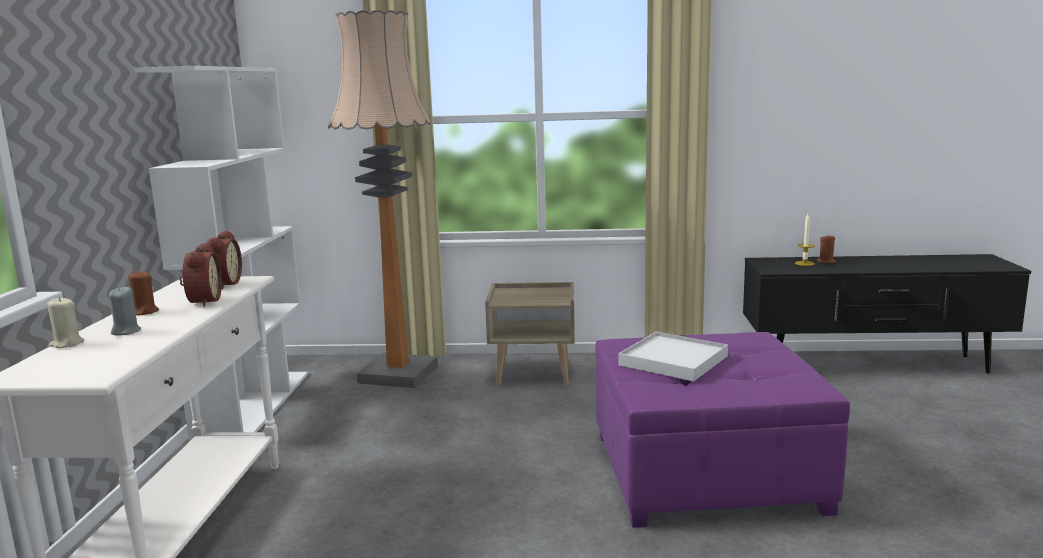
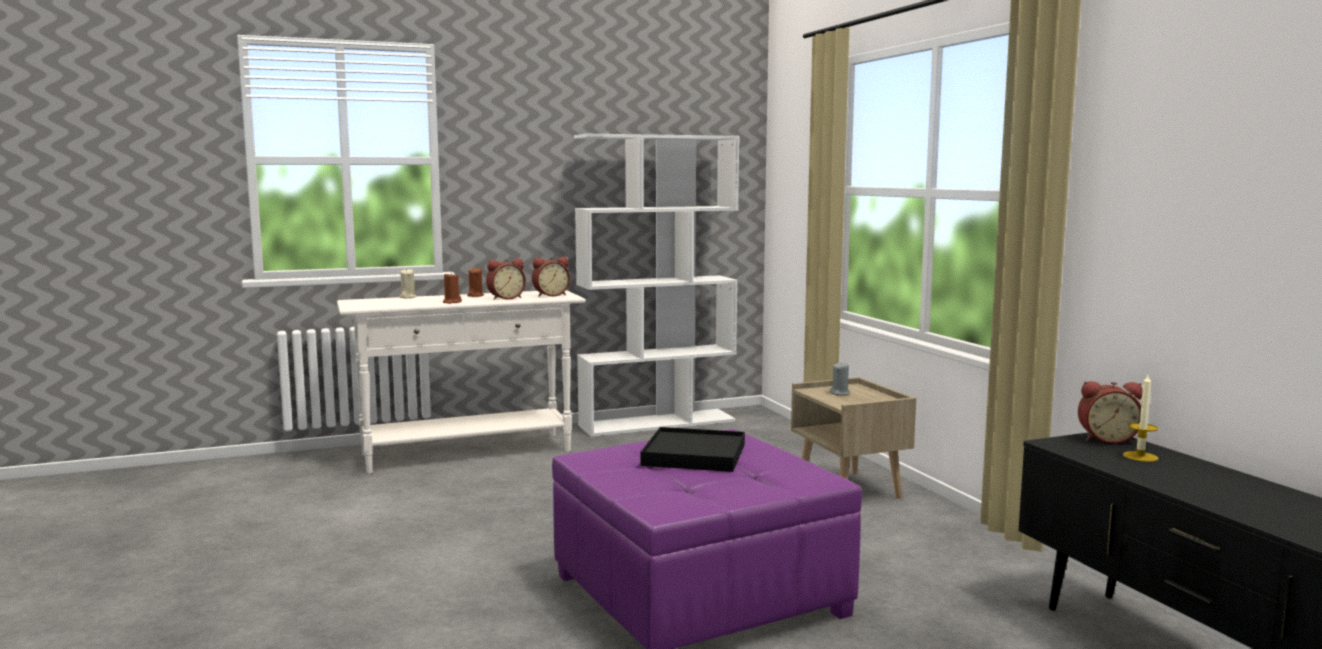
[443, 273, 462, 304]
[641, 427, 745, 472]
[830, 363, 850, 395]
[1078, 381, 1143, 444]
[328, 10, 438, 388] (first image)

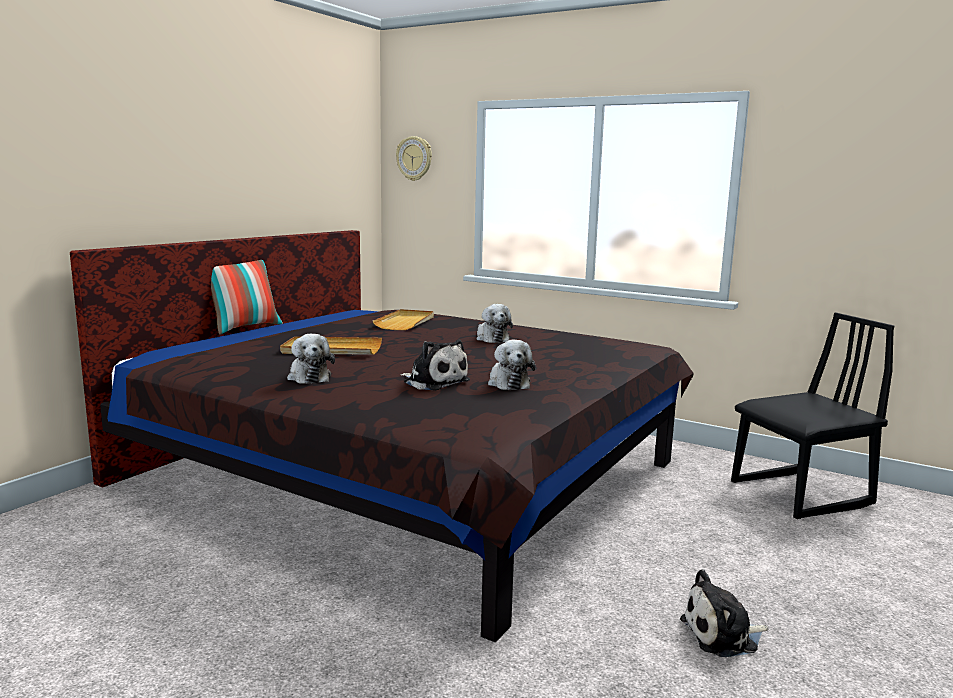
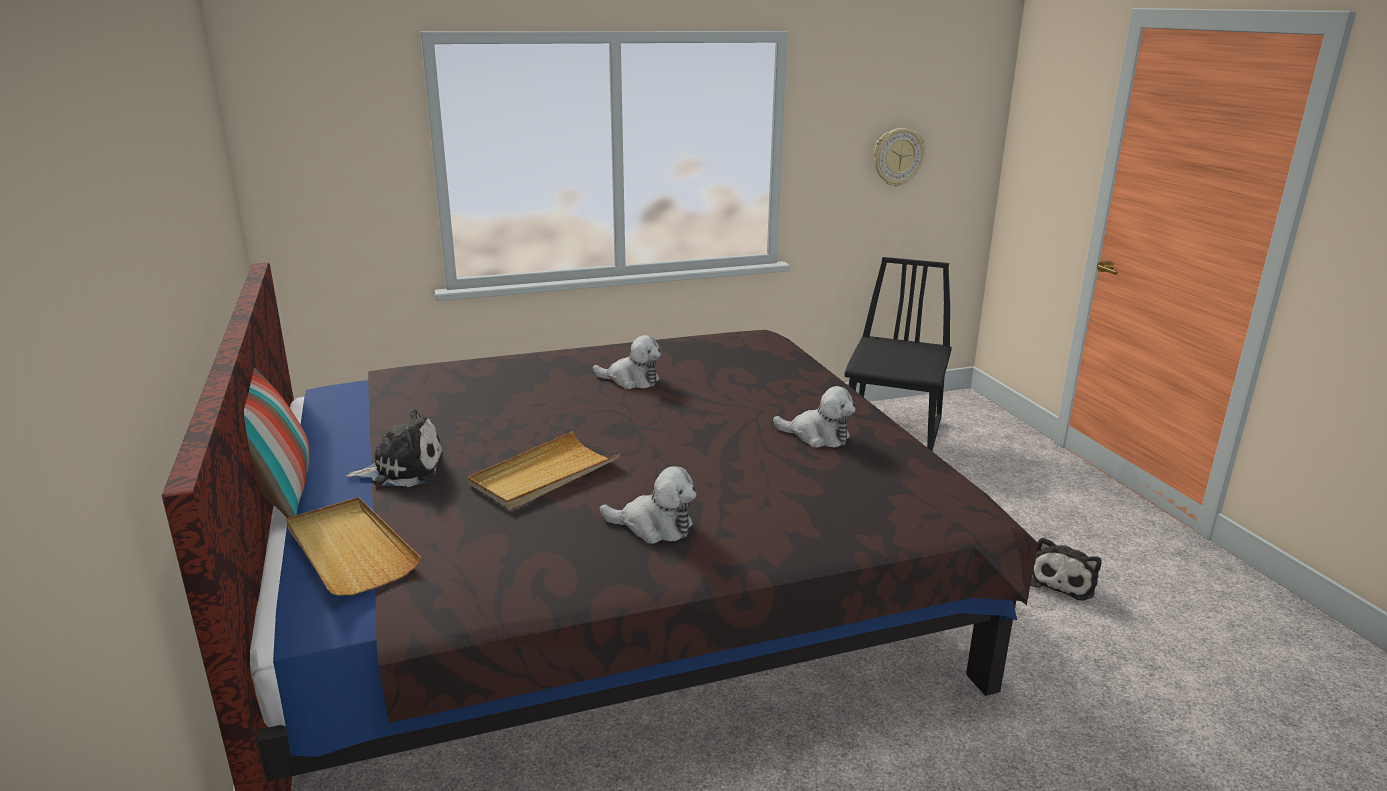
[286, 497, 421, 595]
[346, 409, 443, 487]
[874, 128, 925, 187]

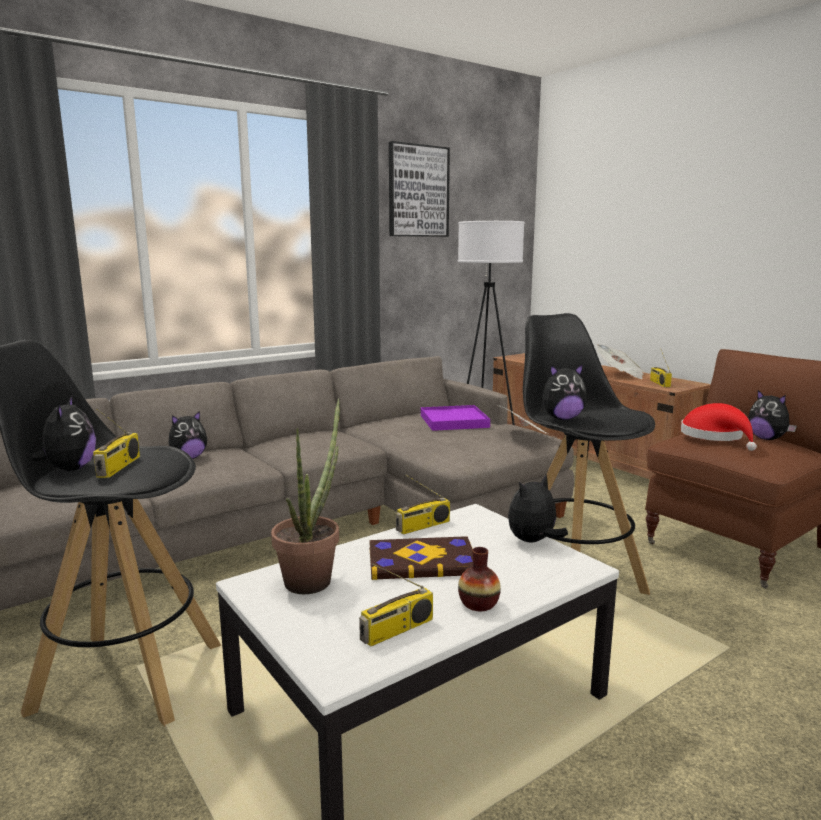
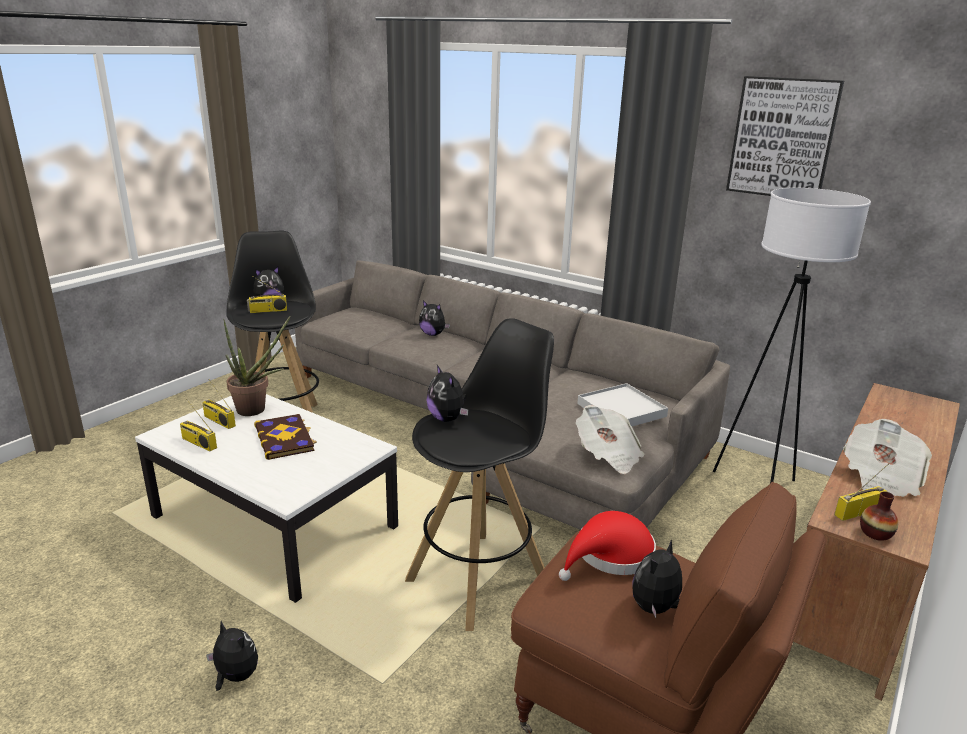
[202, 381, 236, 429]
[206, 621, 258, 691]
[577, 383, 668, 426]
[860, 491, 898, 541]

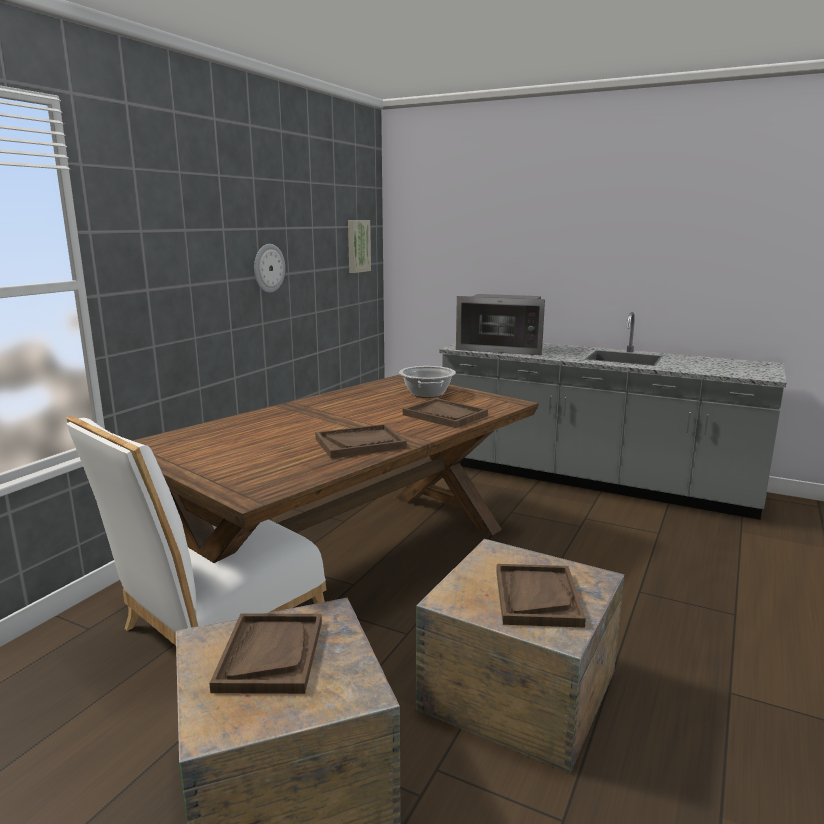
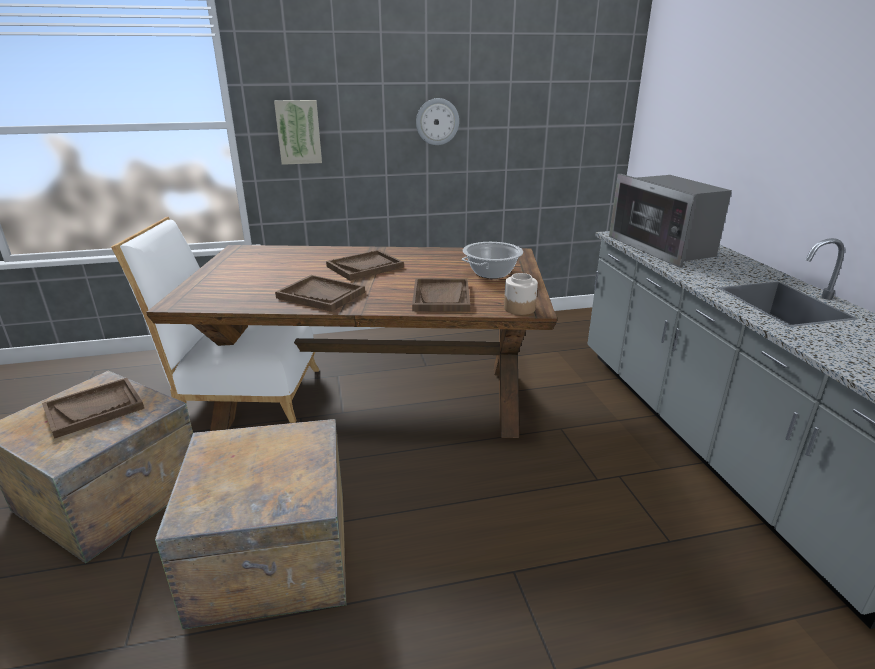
[274, 100, 322, 165]
[326, 250, 404, 281]
[504, 273, 538, 315]

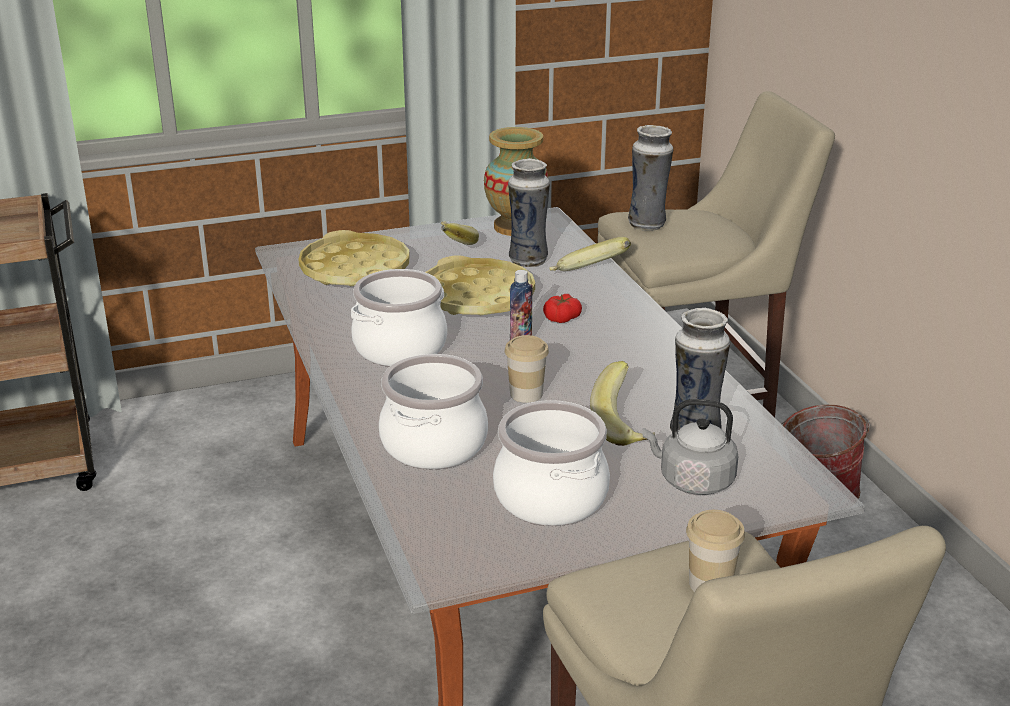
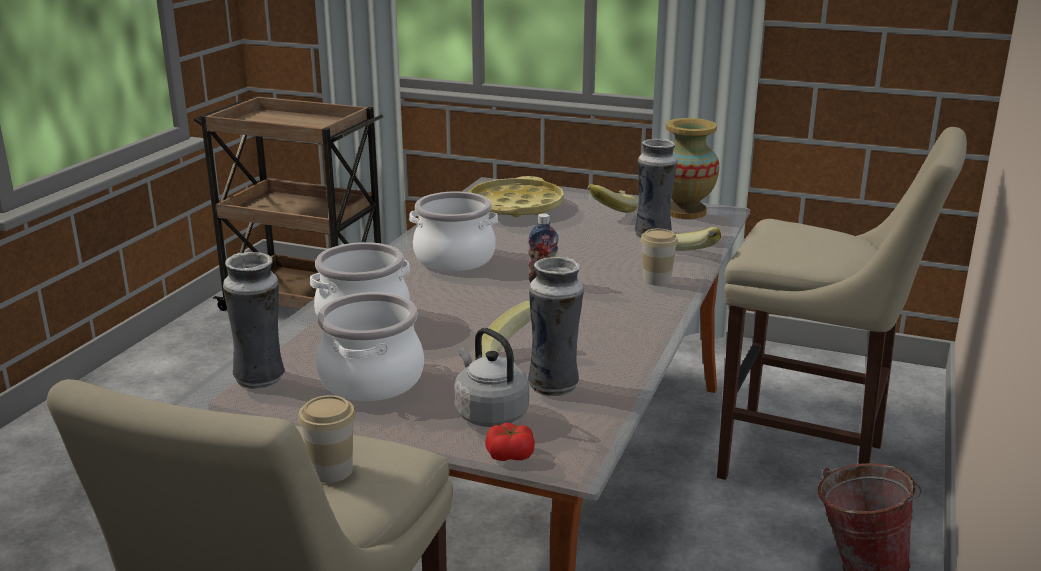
[223, 252, 285, 389]
[485, 423, 535, 461]
[640, 228, 678, 285]
[425, 256, 535, 316] (first image)

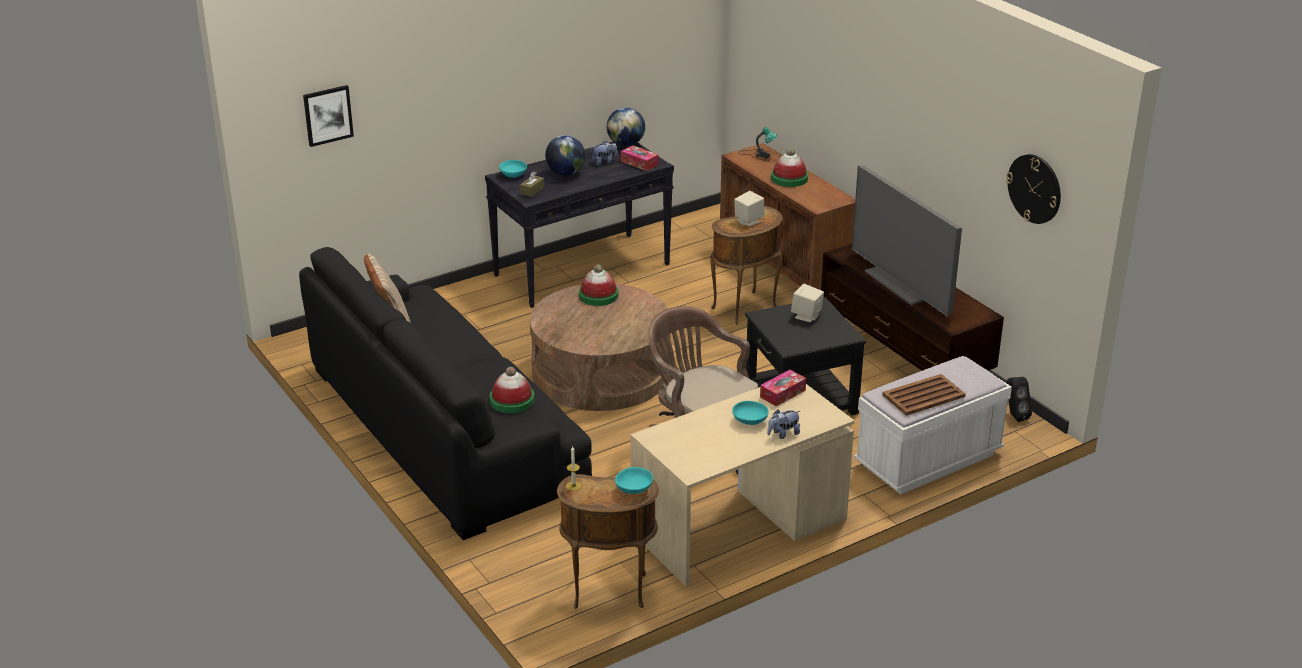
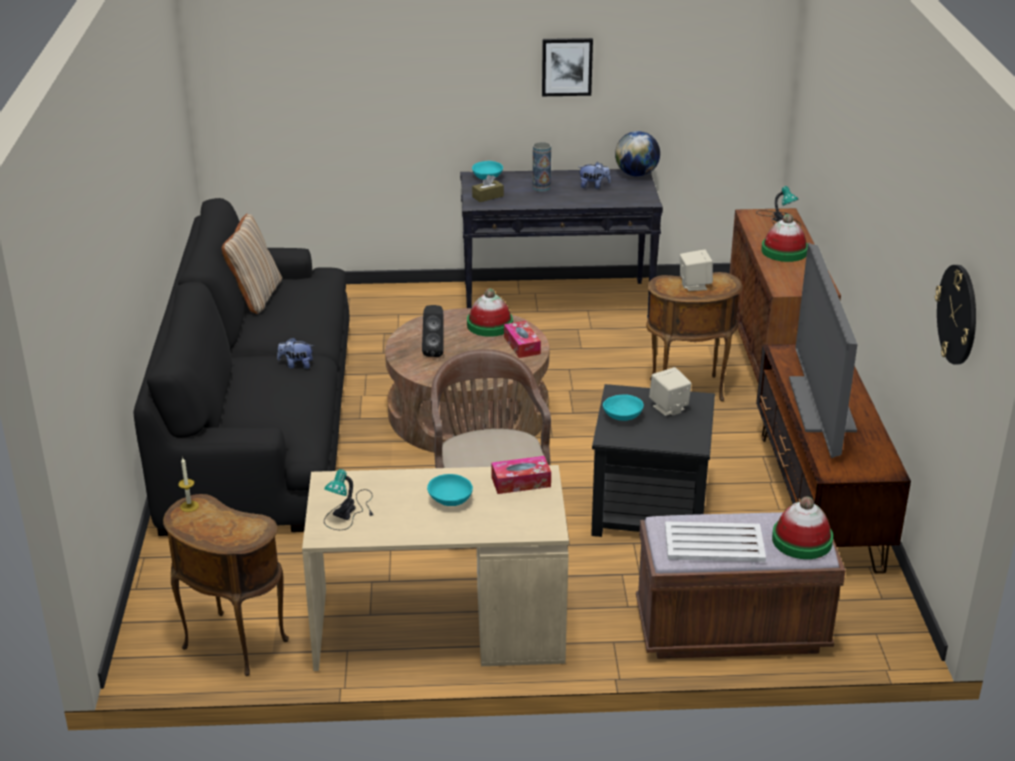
[277, 337, 314, 369]
[324, 469, 373, 530]
[422, 305, 444, 357]
[504, 321, 541, 358]
[533, 142, 551, 192]
[542, 38, 593, 96]
[603, 394, 644, 421]
[636, 512, 846, 659]
[665, 521, 766, 562]
[772, 496, 833, 559]

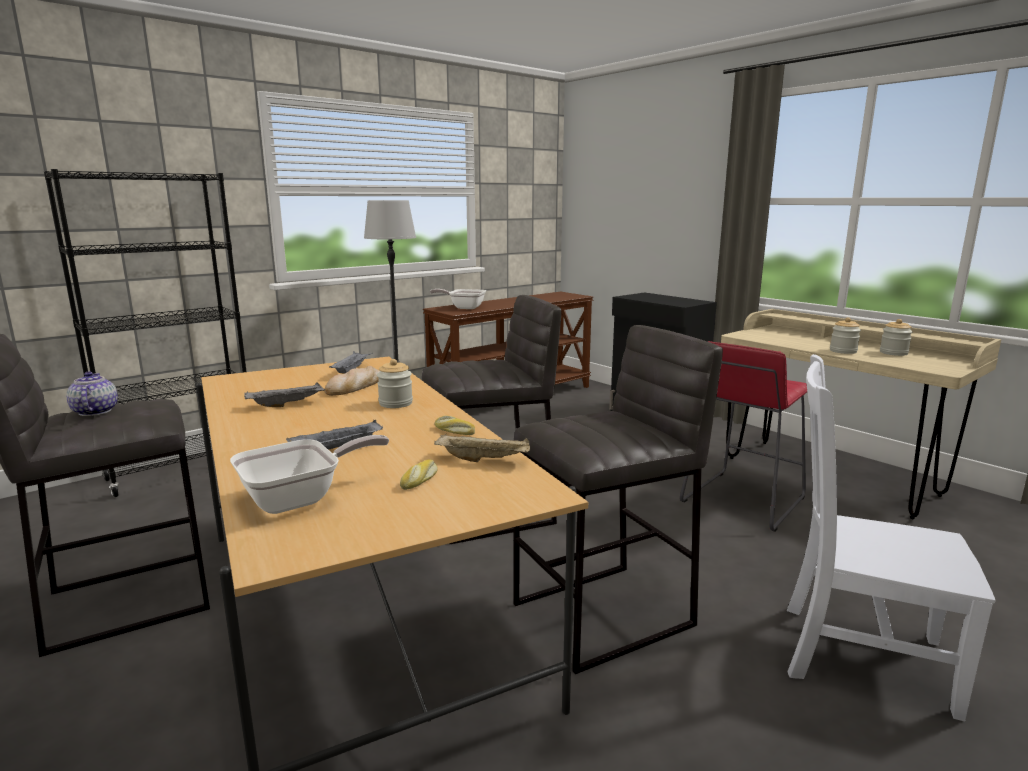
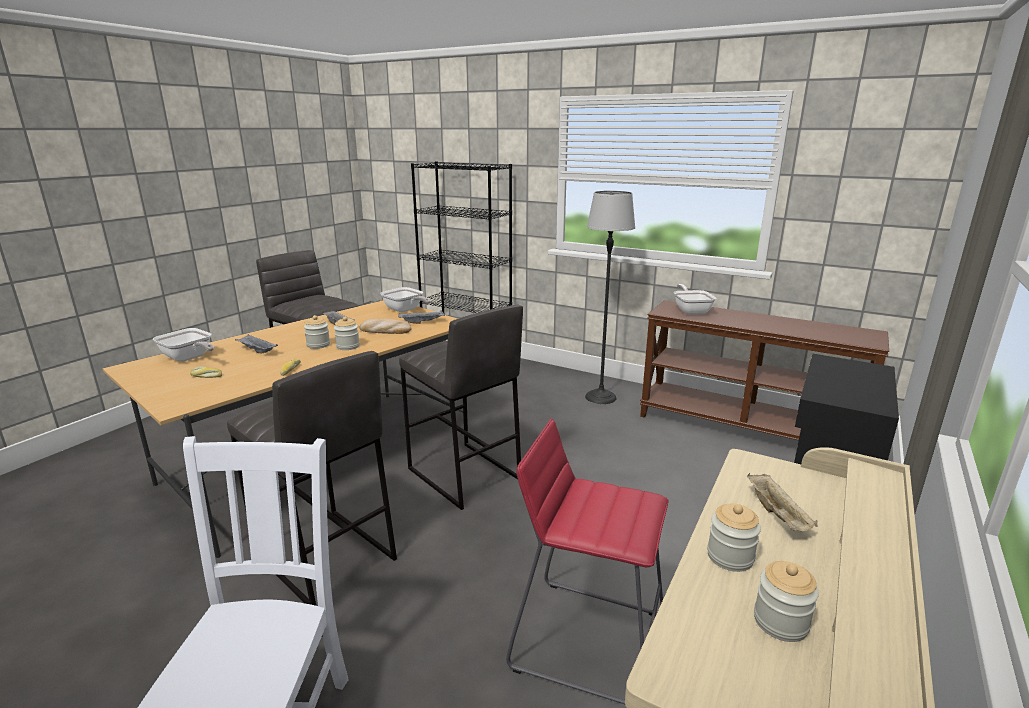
[304, 315, 330, 349]
[380, 287, 430, 312]
[747, 473, 817, 531]
[66, 372, 118, 416] (first image)

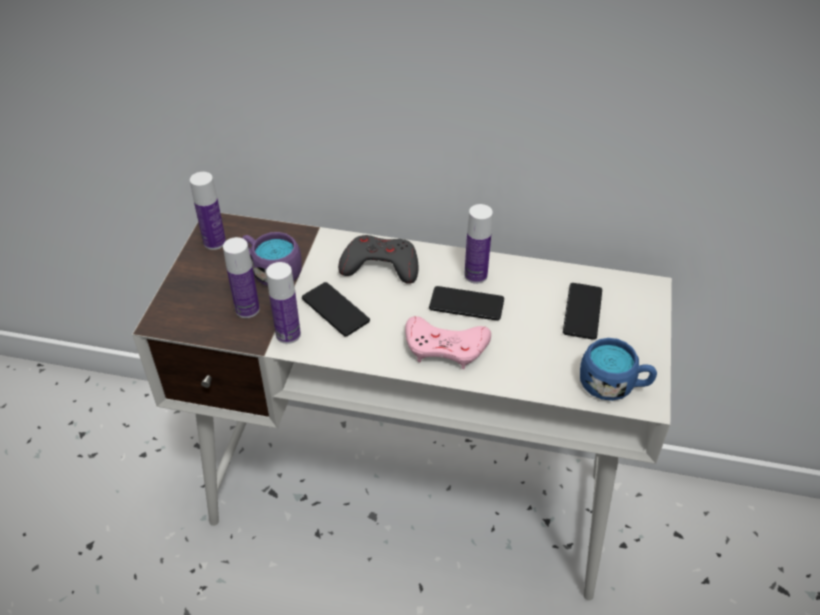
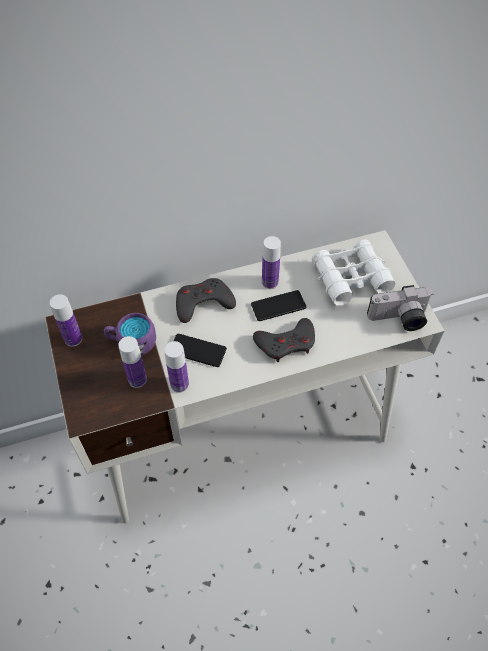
[253, 318, 315, 362]
[312, 240, 395, 306]
[367, 285, 434, 331]

